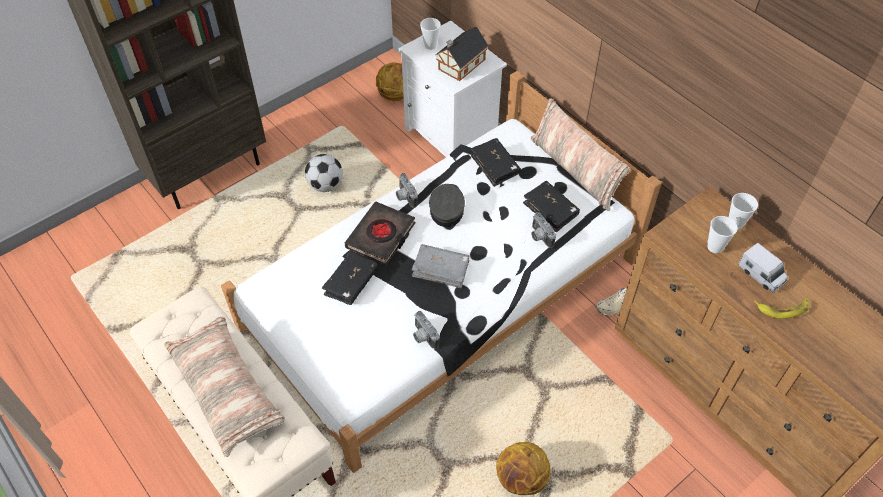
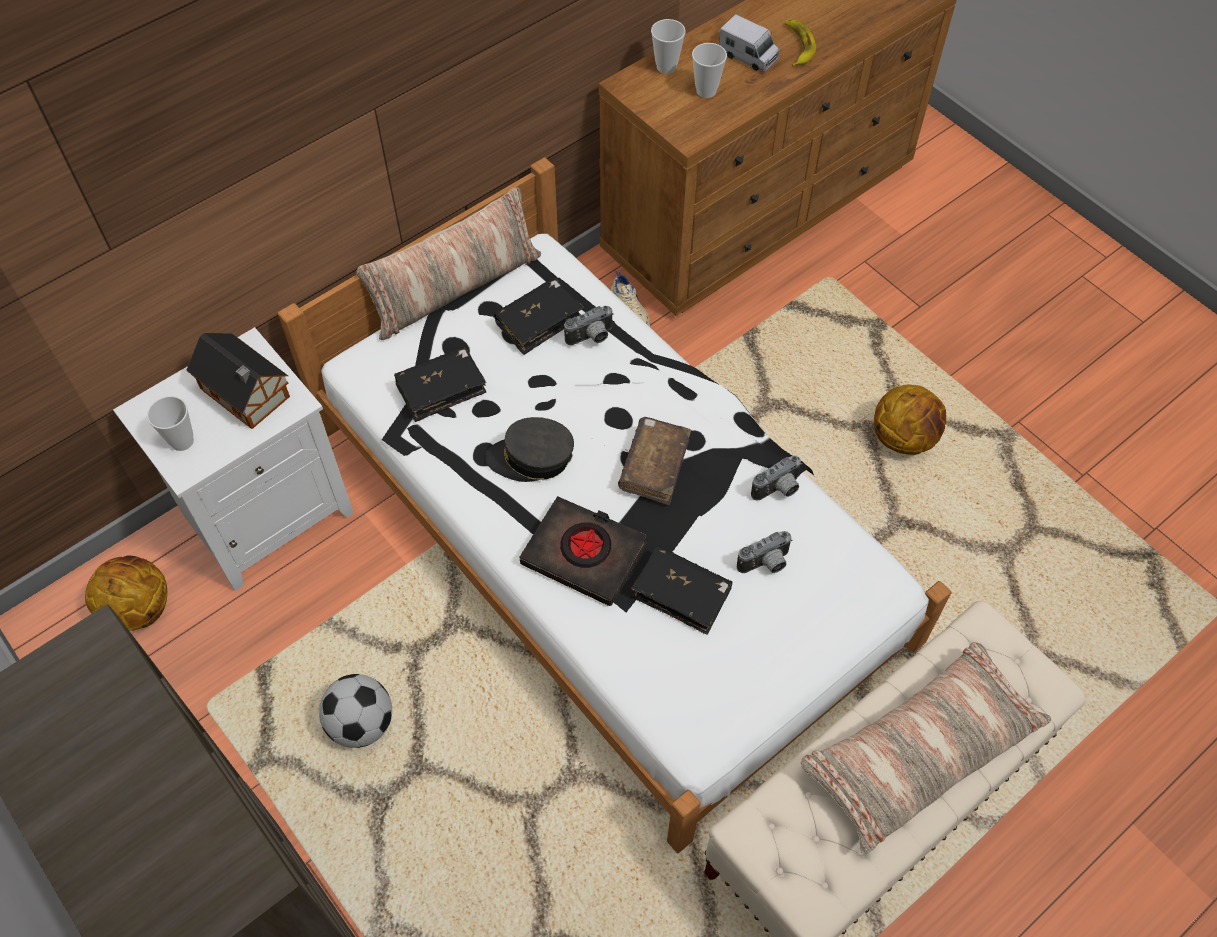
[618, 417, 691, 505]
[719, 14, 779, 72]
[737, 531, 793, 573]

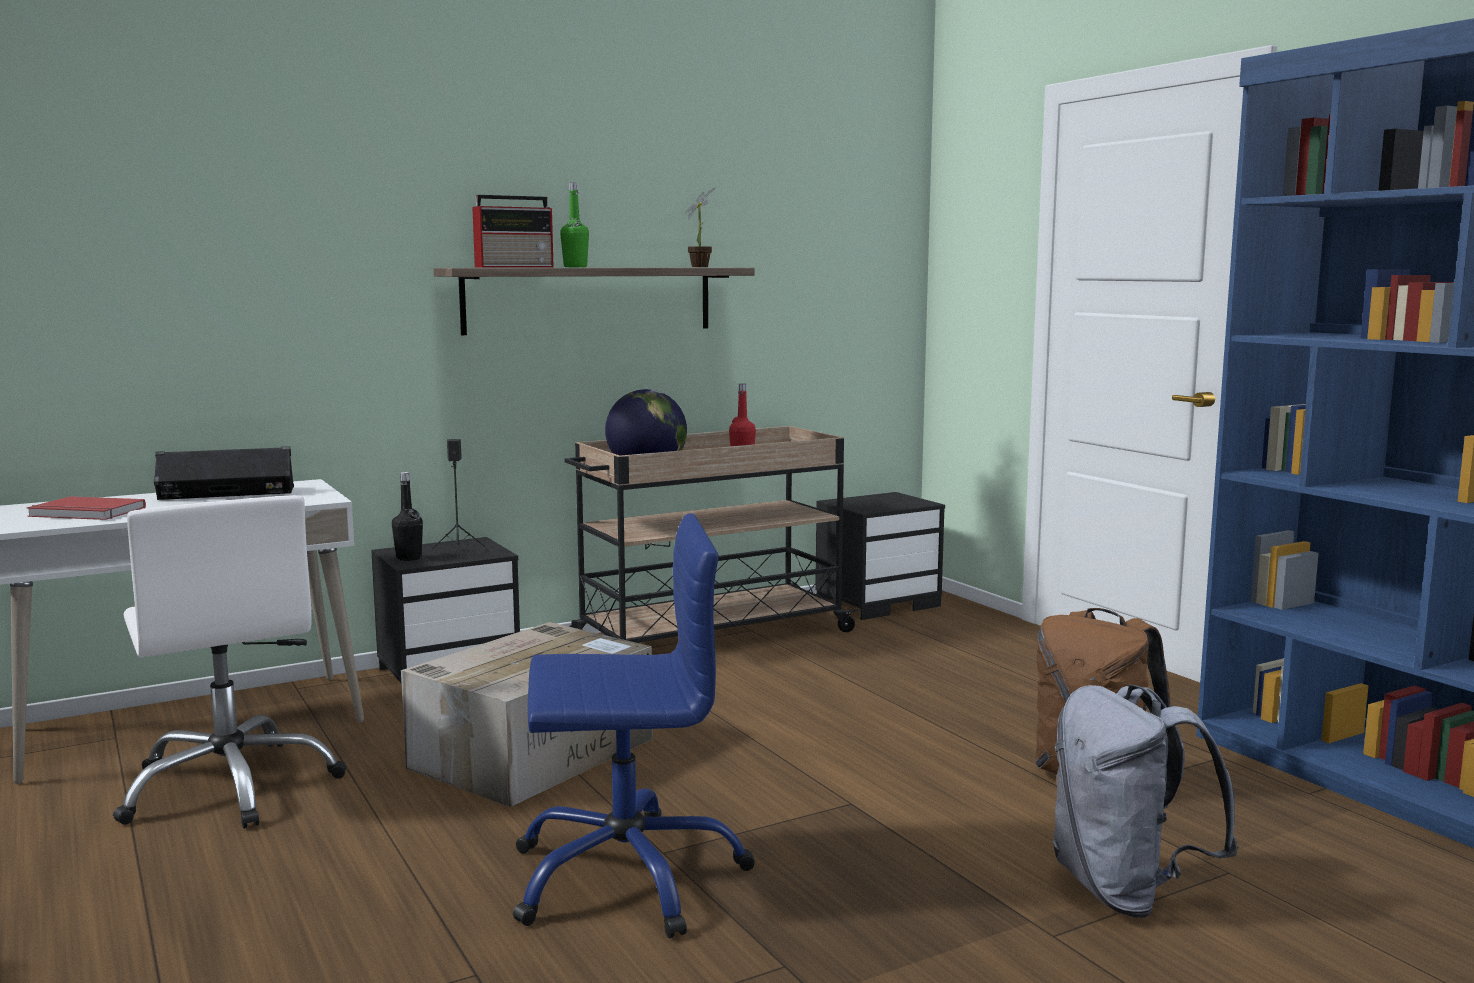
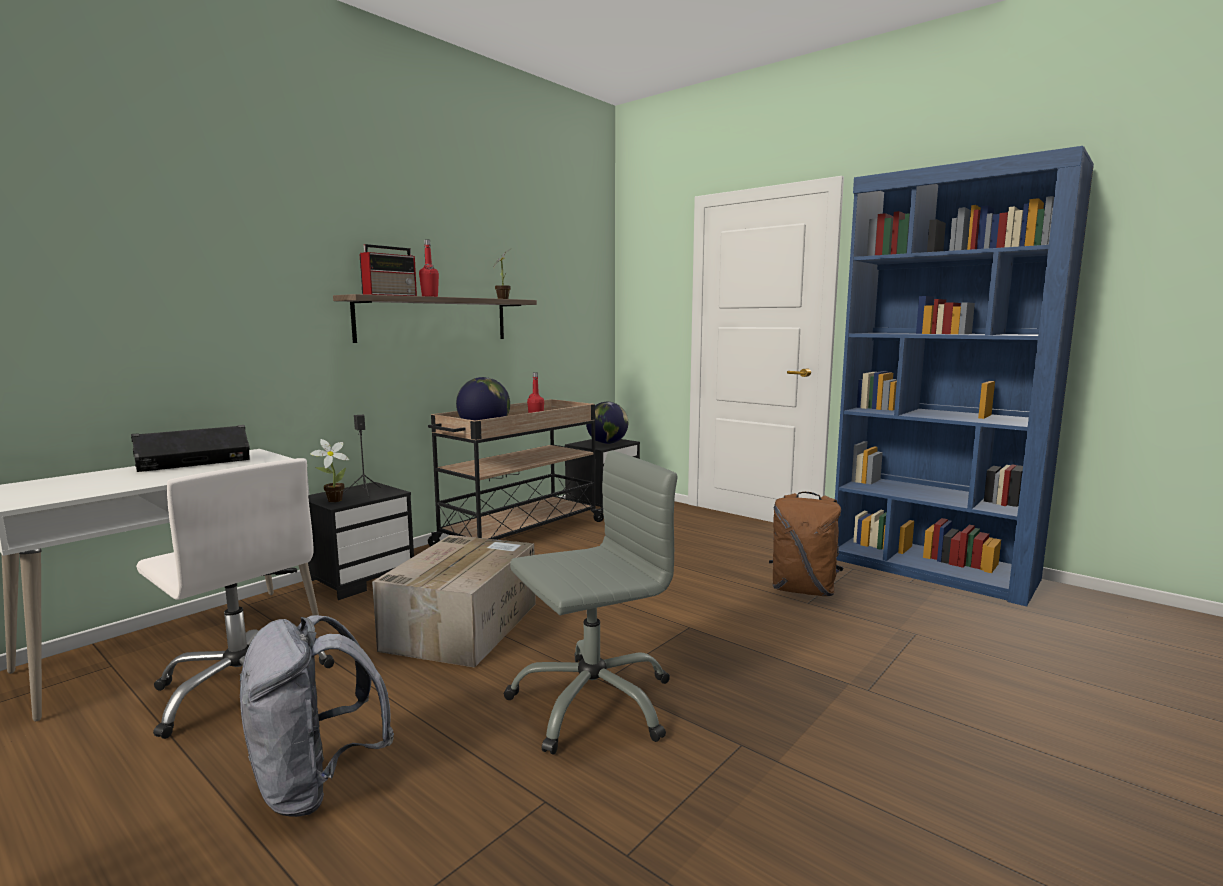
[240, 615, 394, 817]
[310, 439, 349, 502]
[419, 240, 439, 297]
[504, 450, 677, 755]
[586, 402, 628, 444]
[27, 496, 146, 520] (first image)

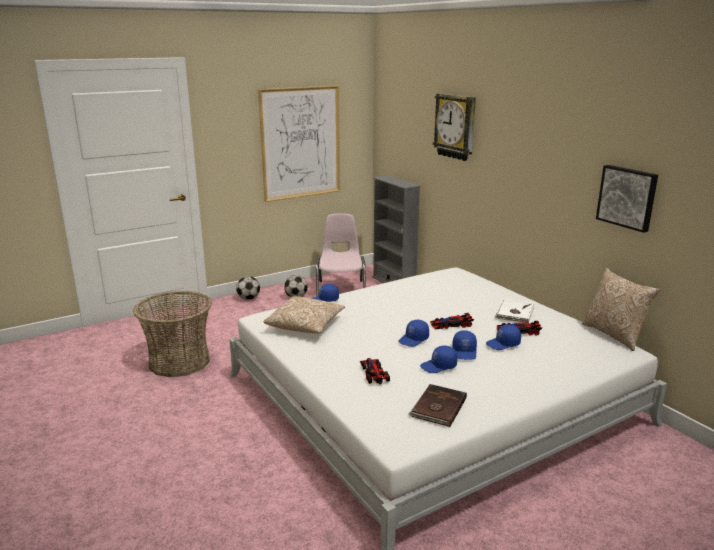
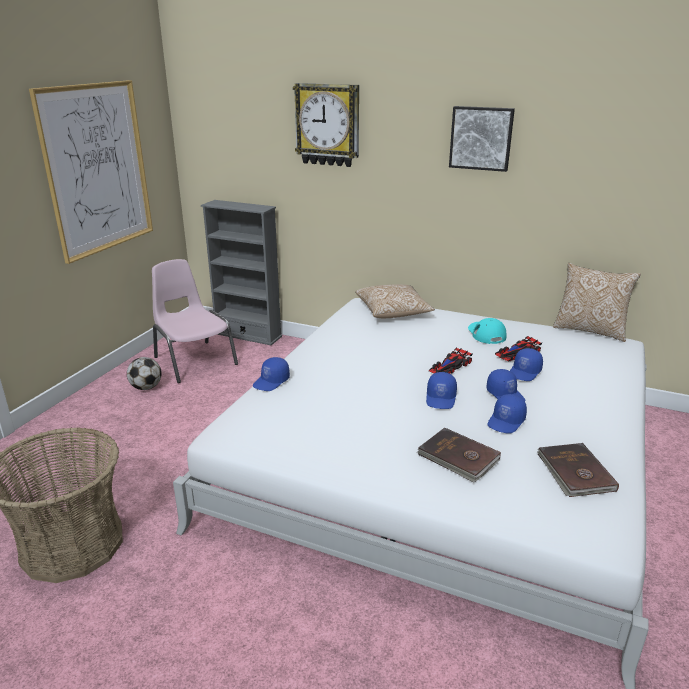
[355, 284, 435, 318]
[417, 427, 501, 483]
[449, 106, 515, 172]
[468, 318, 507, 344]
[236, 276, 260, 300] (first image)

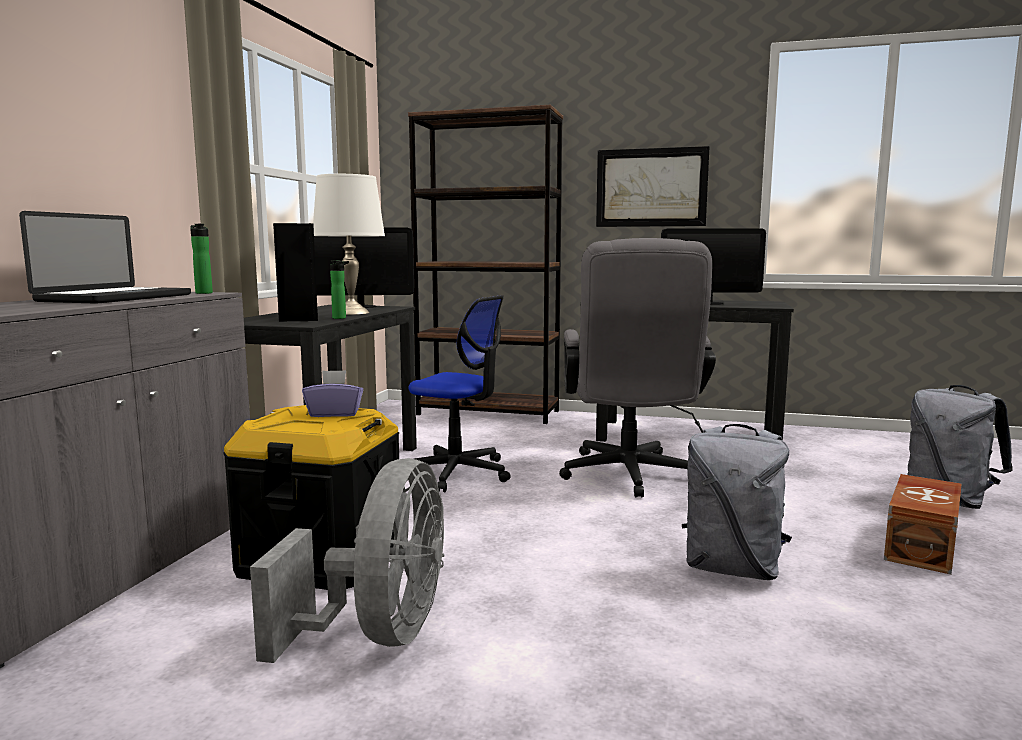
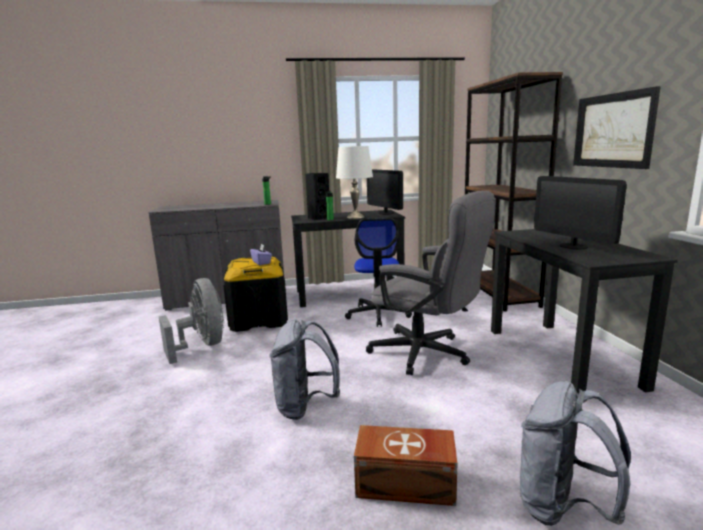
[159, 278, 224, 364]
[366, 191, 496, 375]
[19, 211, 191, 304] (first image)

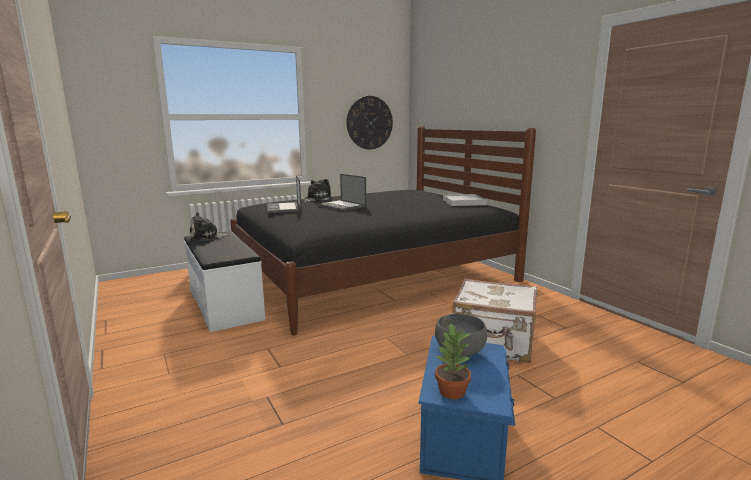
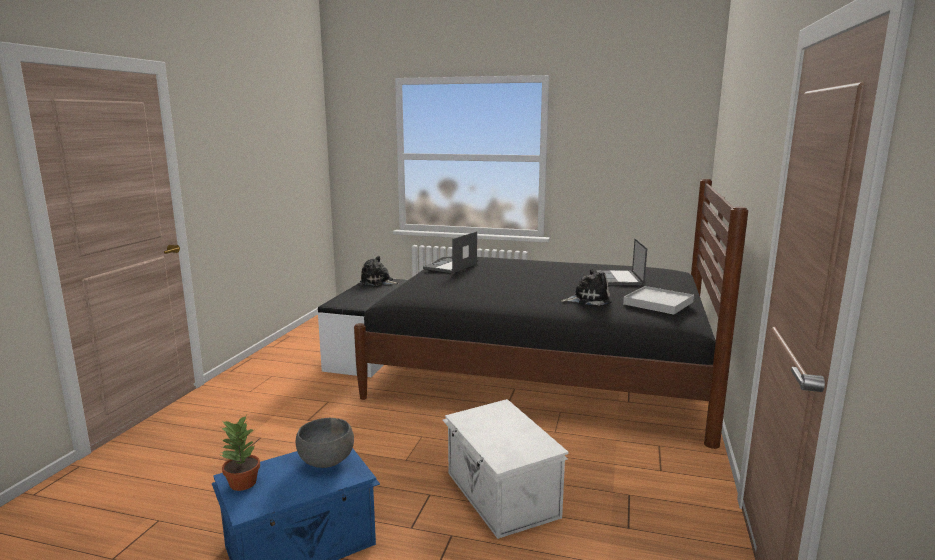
[443, 399, 569, 539]
[561, 269, 611, 306]
[596, 238, 647, 285]
[347, 96, 393, 149] (first image)

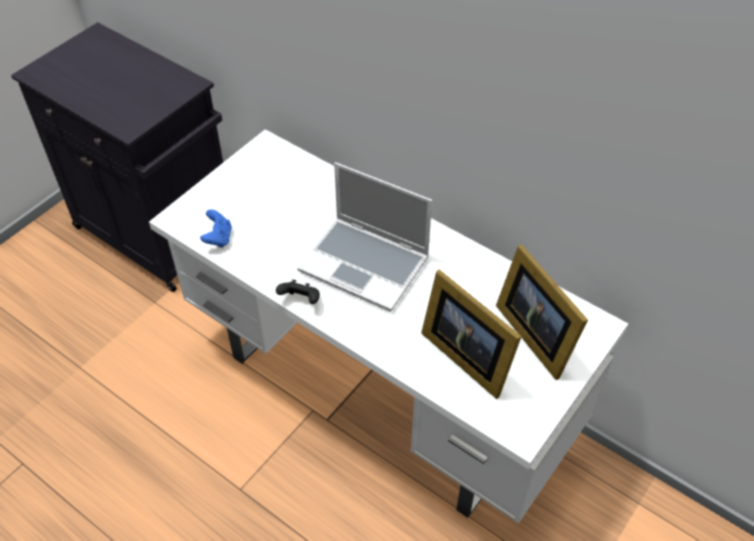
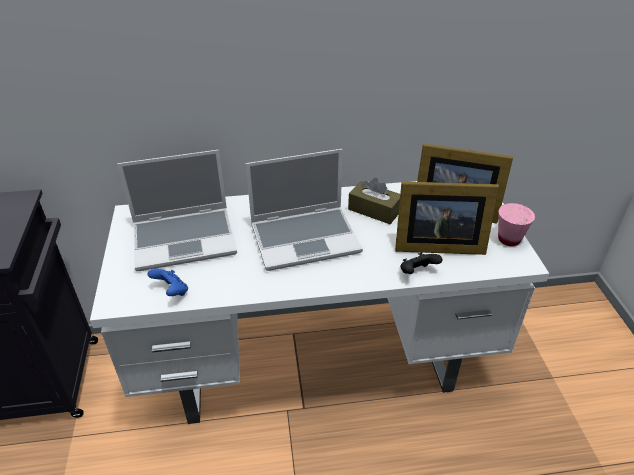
[117, 150, 237, 271]
[348, 178, 400, 224]
[400, 252, 442, 274]
[498, 203, 535, 246]

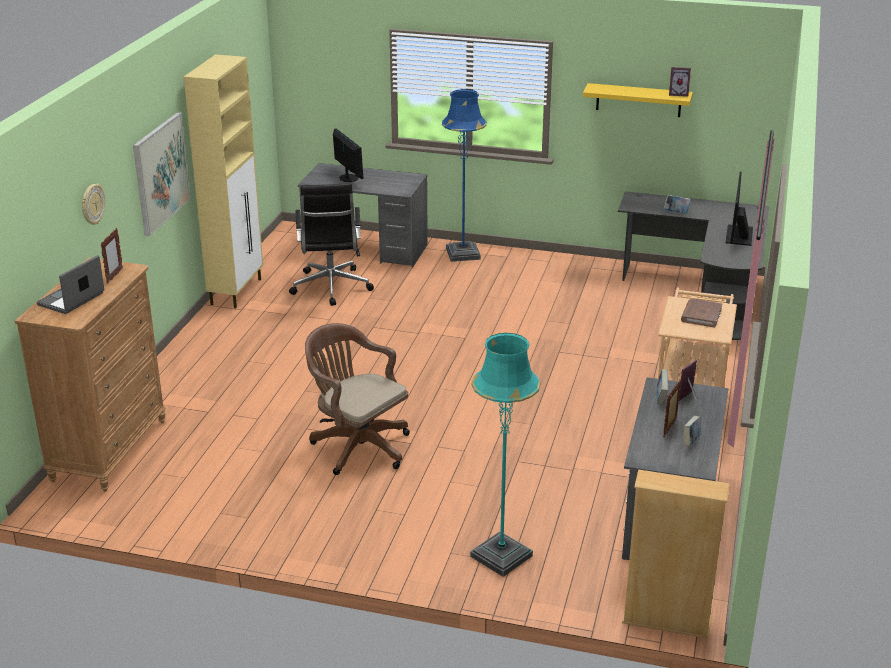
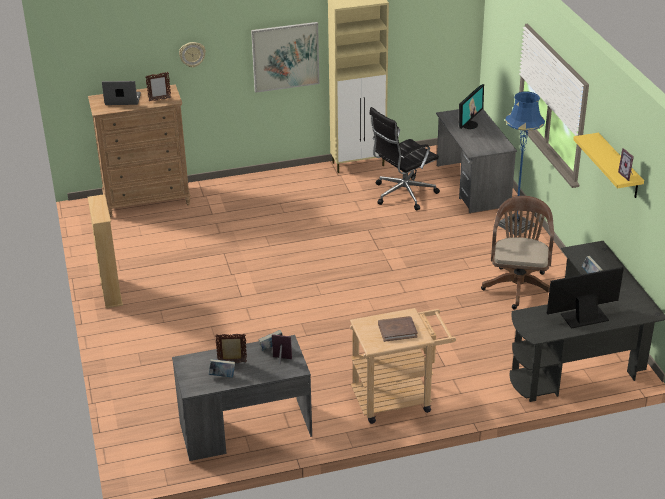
[88, 194, 123, 308]
[481, 196, 554, 309]
[470, 333, 540, 577] (first image)

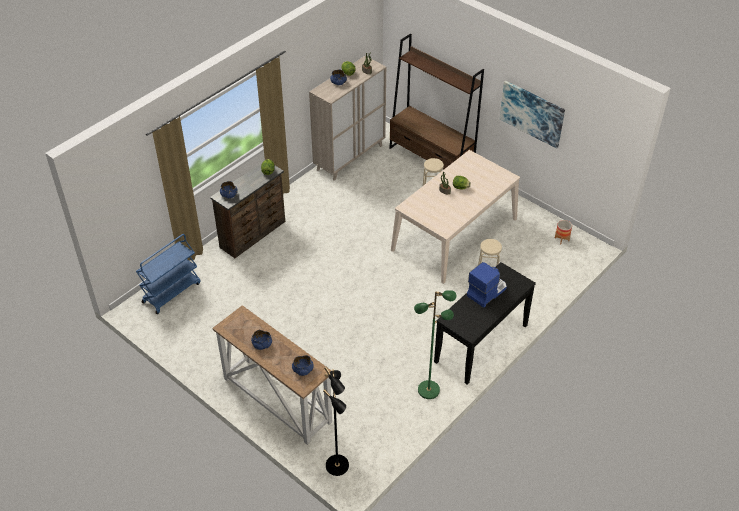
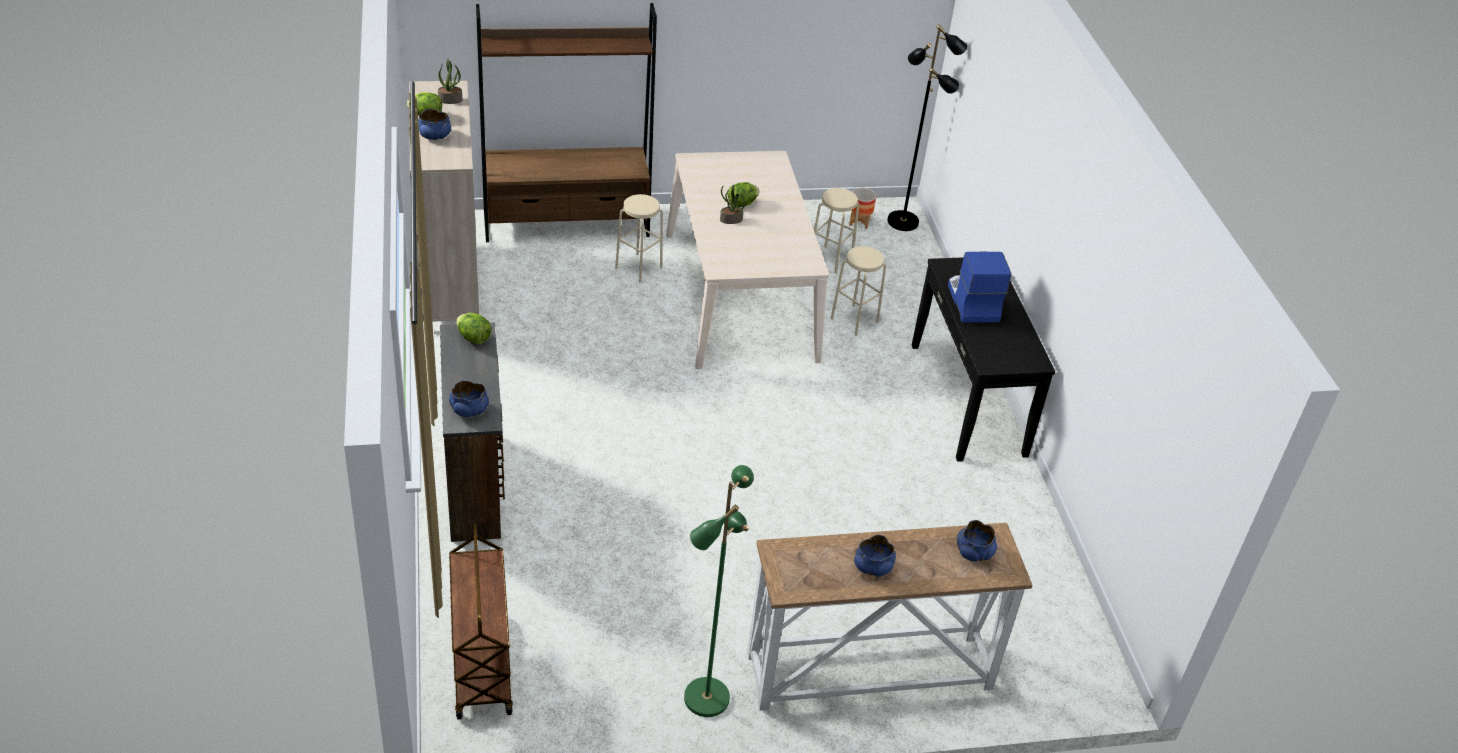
[449, 523, 513, 719]
[684, 465, 754, 717]
[814, 188, 859, 274]
[887, 24, 967, 231]
[500, 81, 565, 149] (first image)

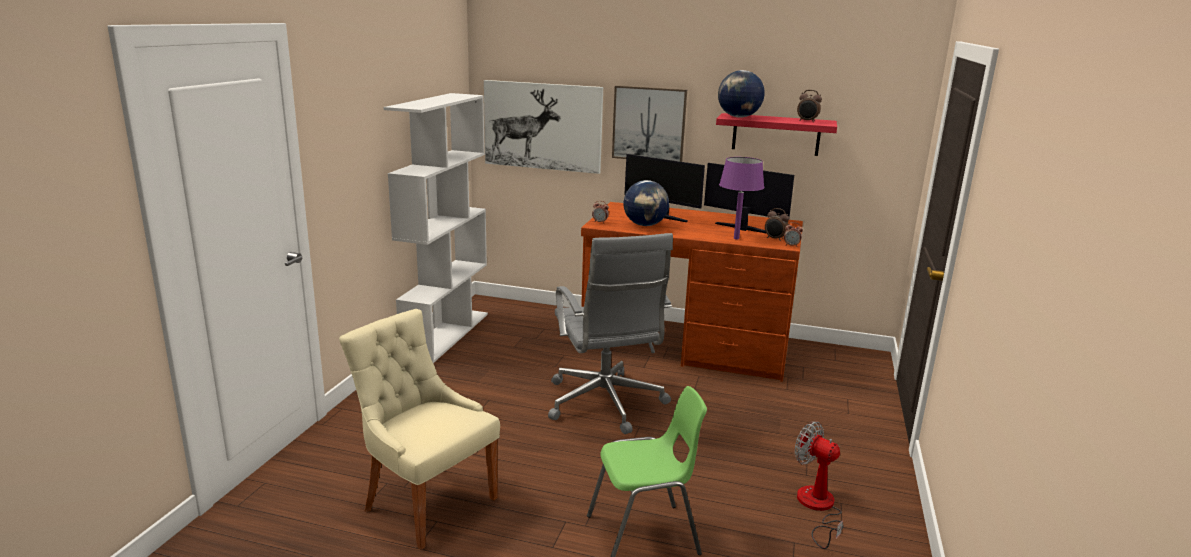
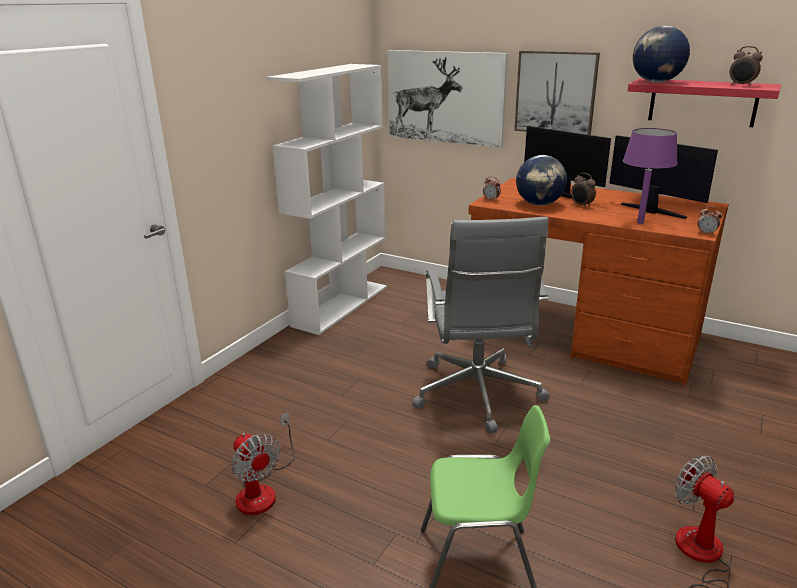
[231, 412, 295, 515]
[571, 173, 596, 208]

